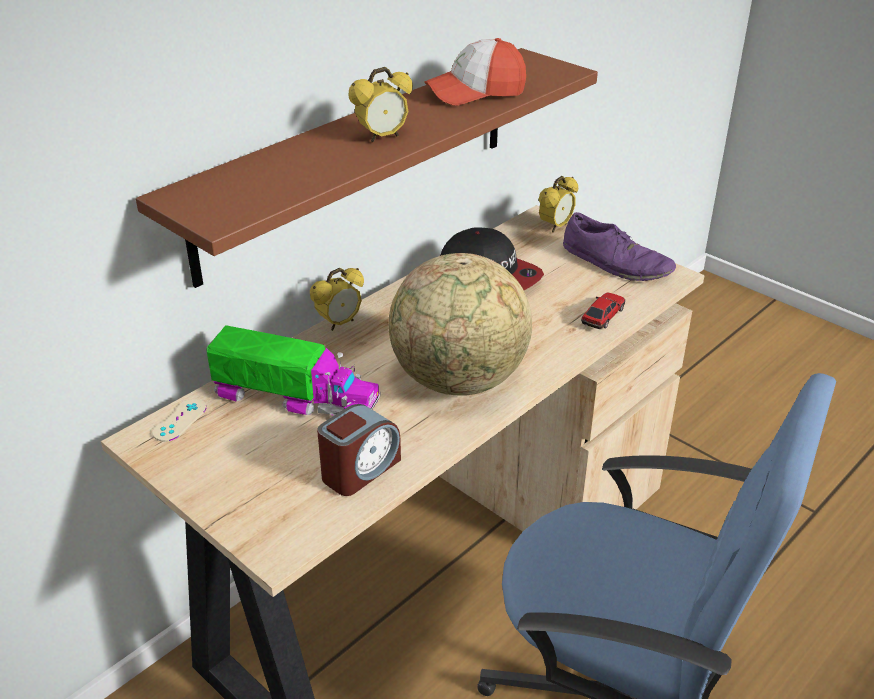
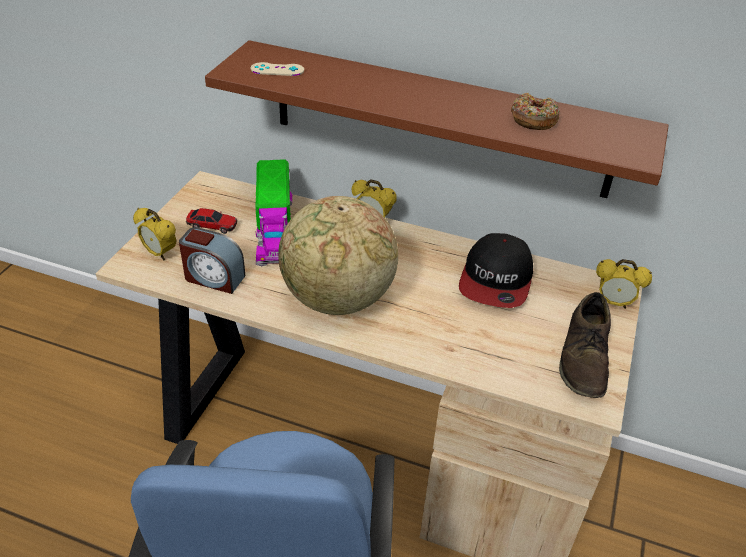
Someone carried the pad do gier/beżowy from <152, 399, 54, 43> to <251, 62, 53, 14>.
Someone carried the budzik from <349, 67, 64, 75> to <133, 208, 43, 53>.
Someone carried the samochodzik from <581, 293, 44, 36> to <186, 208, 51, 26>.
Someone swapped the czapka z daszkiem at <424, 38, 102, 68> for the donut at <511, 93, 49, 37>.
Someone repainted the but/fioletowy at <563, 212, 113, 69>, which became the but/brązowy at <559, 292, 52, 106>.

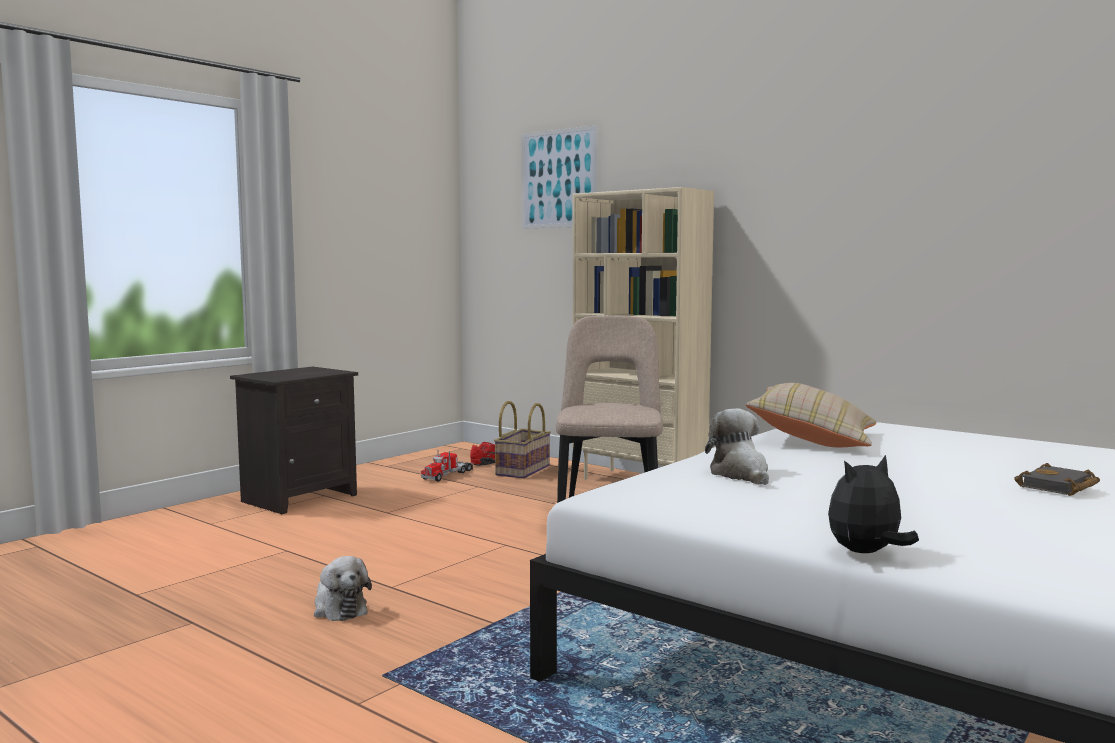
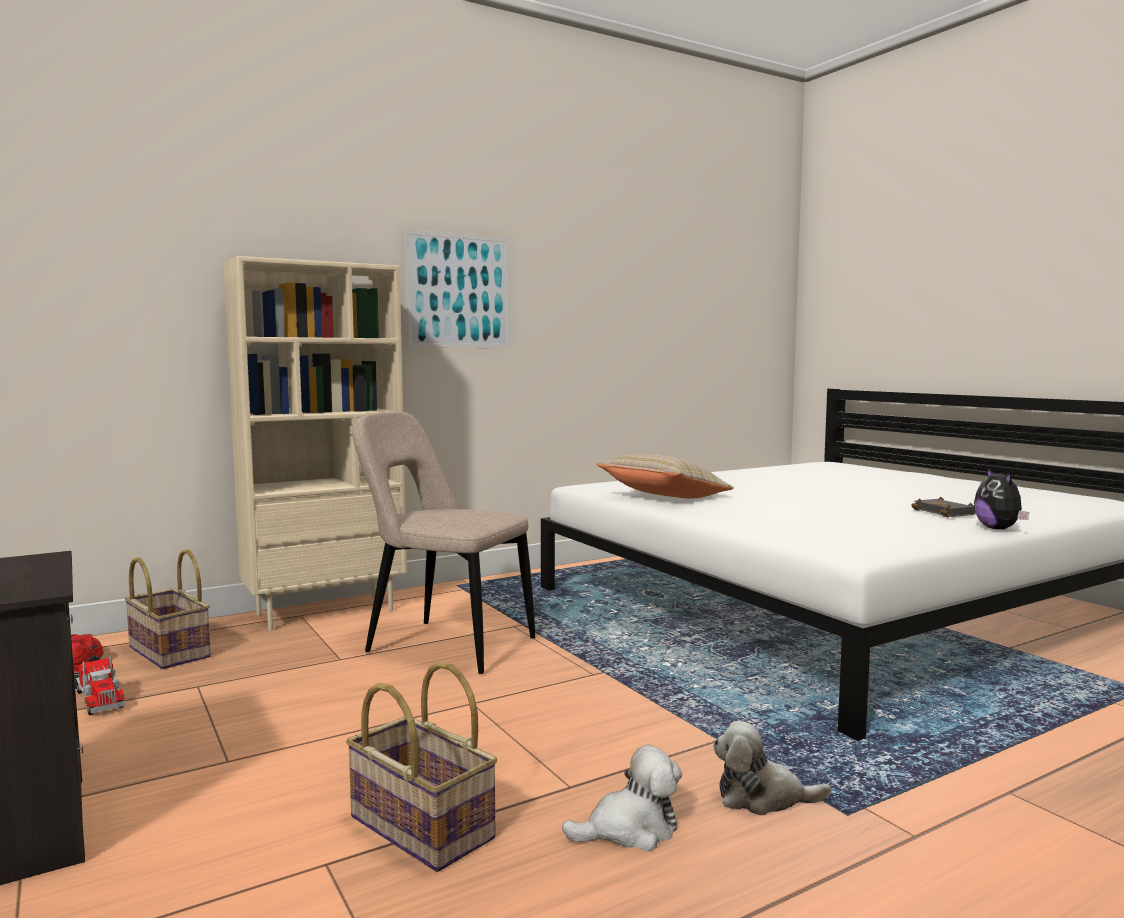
Someone put down the koszyk at <346, 662, 151, 210>.
Someone carried the obraz from <522, 125, 75, 104> to <405, 229, 105, 119>.
Someone carried the pluszak from <705, 408, 64, 77> to <713, 721, 119, 94>.
Someone carried the książka/czarny from <1014, 463, 86, 33> to <911, 497, 64, 21>.

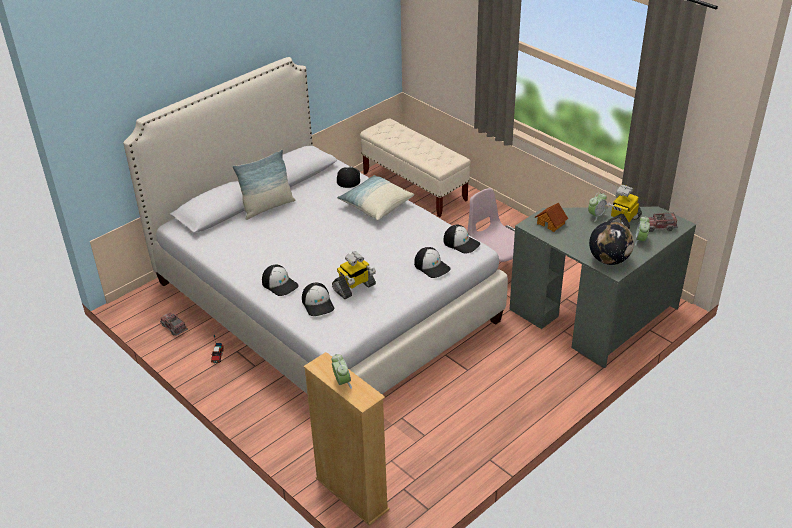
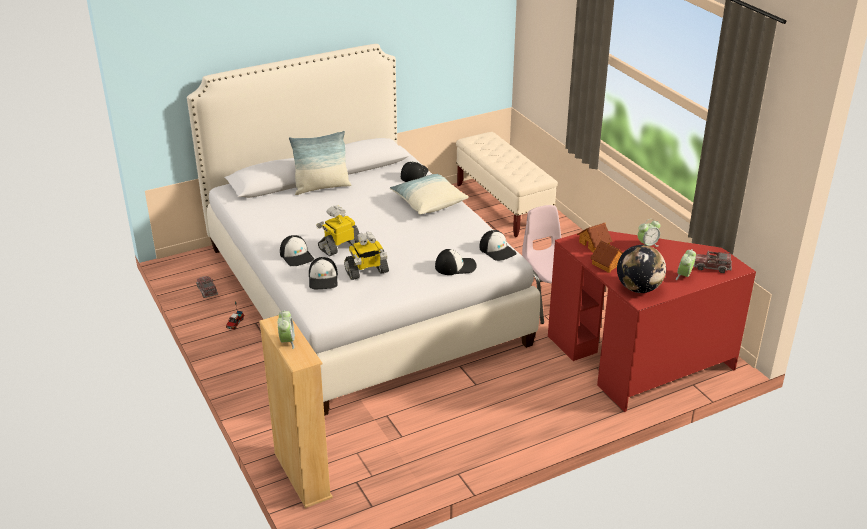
Someone put down the domek at <590, 240, 33, 33>.
Someone carried the robot zabawkowy from <605, 184, 37, 45> to <316, 205, 44, 51>.
Someone repainted the biurko/szary at <509, 207, 187, 161>, which became the biurko/czerwony at <548, 231, 208, 181>.
Someone rotated the czapka z daszkiem at <414, 247, 37, 31> by 75 degrees counterclockwise.

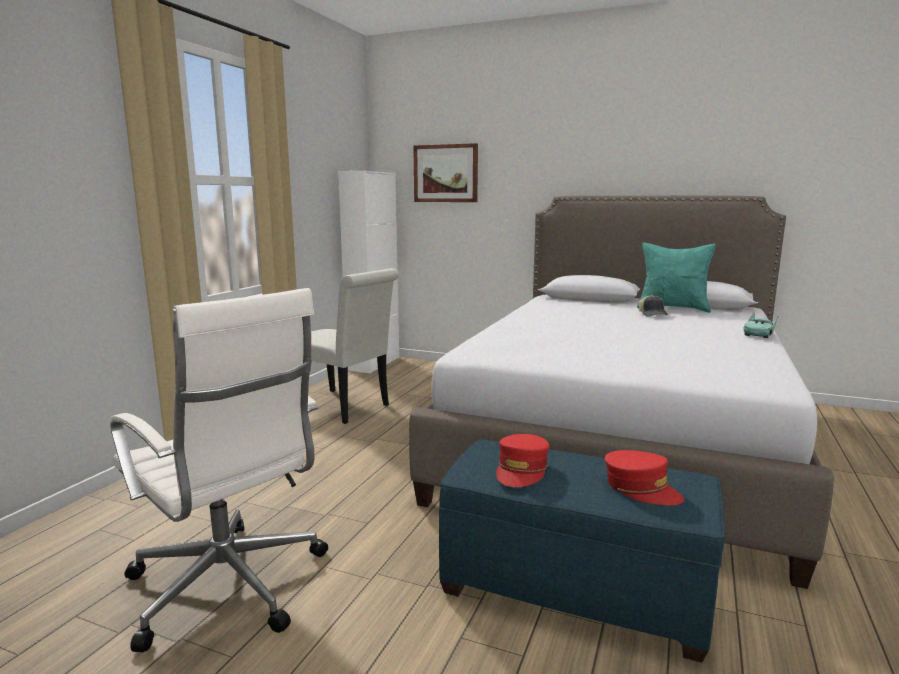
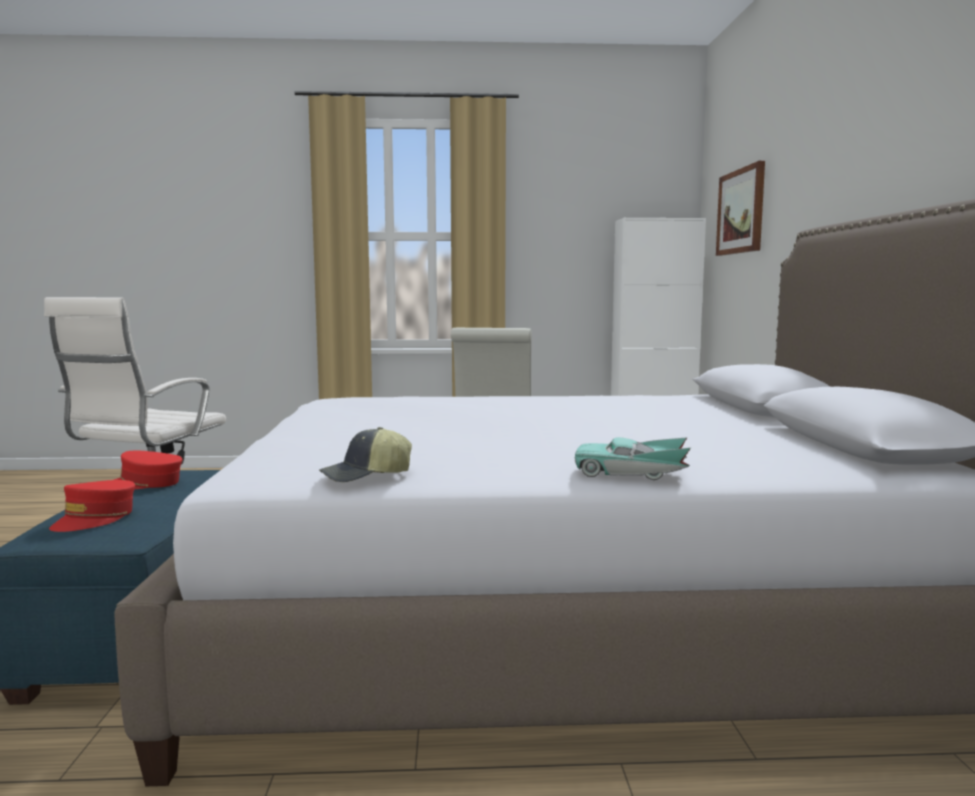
Someone took away the poduszka/turkusowy at <637, 242, 79, 71>.
Someone carried the czapka z daszkiem from <638, 295, 30, 22> to <319, 427, 93, 56>.

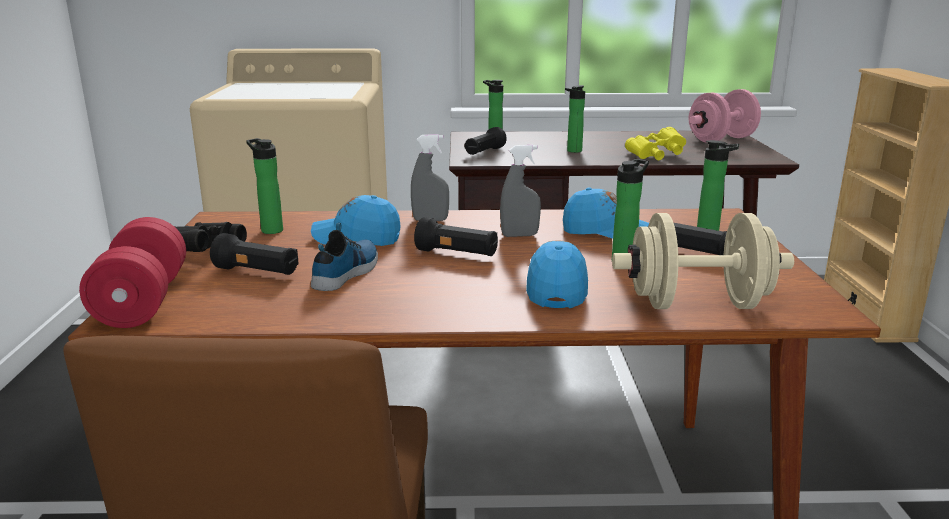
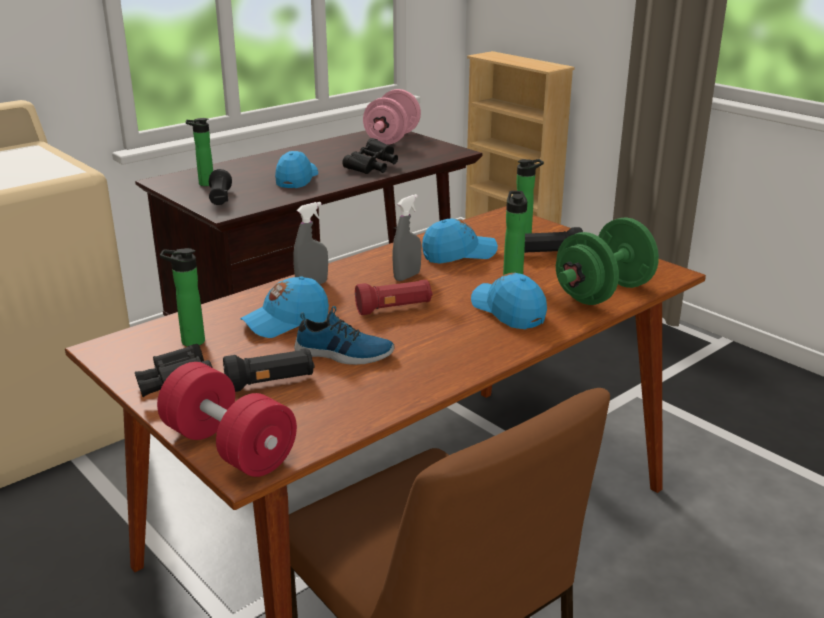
Someone swapped the butelka at <565, 85, 20, 68> for the czapka z daszkiem/niebieski at <275, 151, 43, 37>.
Someone repainted the latarka/czarny at <414, 217, 84, 39>, which became the latarka/czerwony at <355, 280, 78, 35>.
Someone repainted the hantel/beżowy at <612, 213, 182, 96>, which became the hantel/zielony at <556, 218, 103, 87>.
Someone repainted the lornetka/żółty at <625, 127, 61, 33>, which became the lornetka/czarny at <342, 138, 56, 36>.
Someone rotated the but at <311, 223, 67, 68> by 120 degrees clockwise.

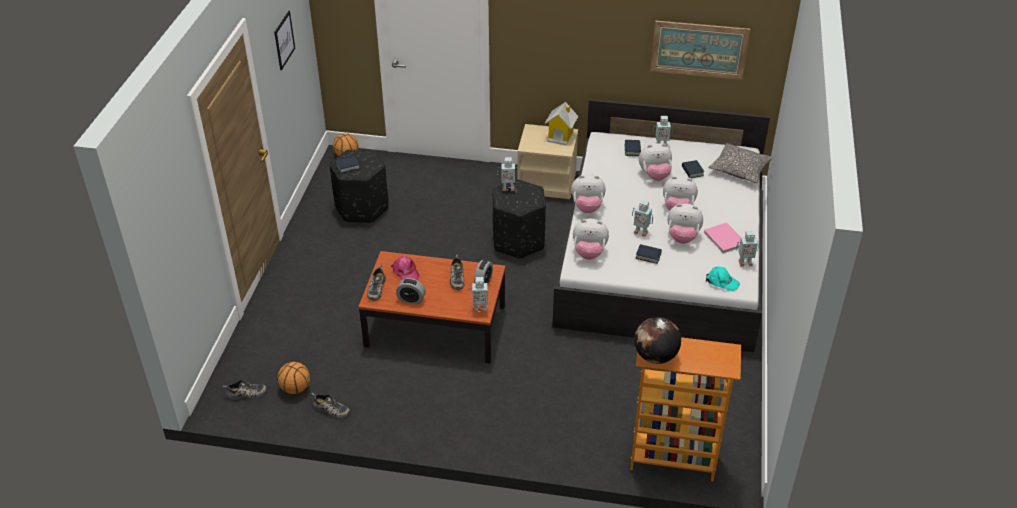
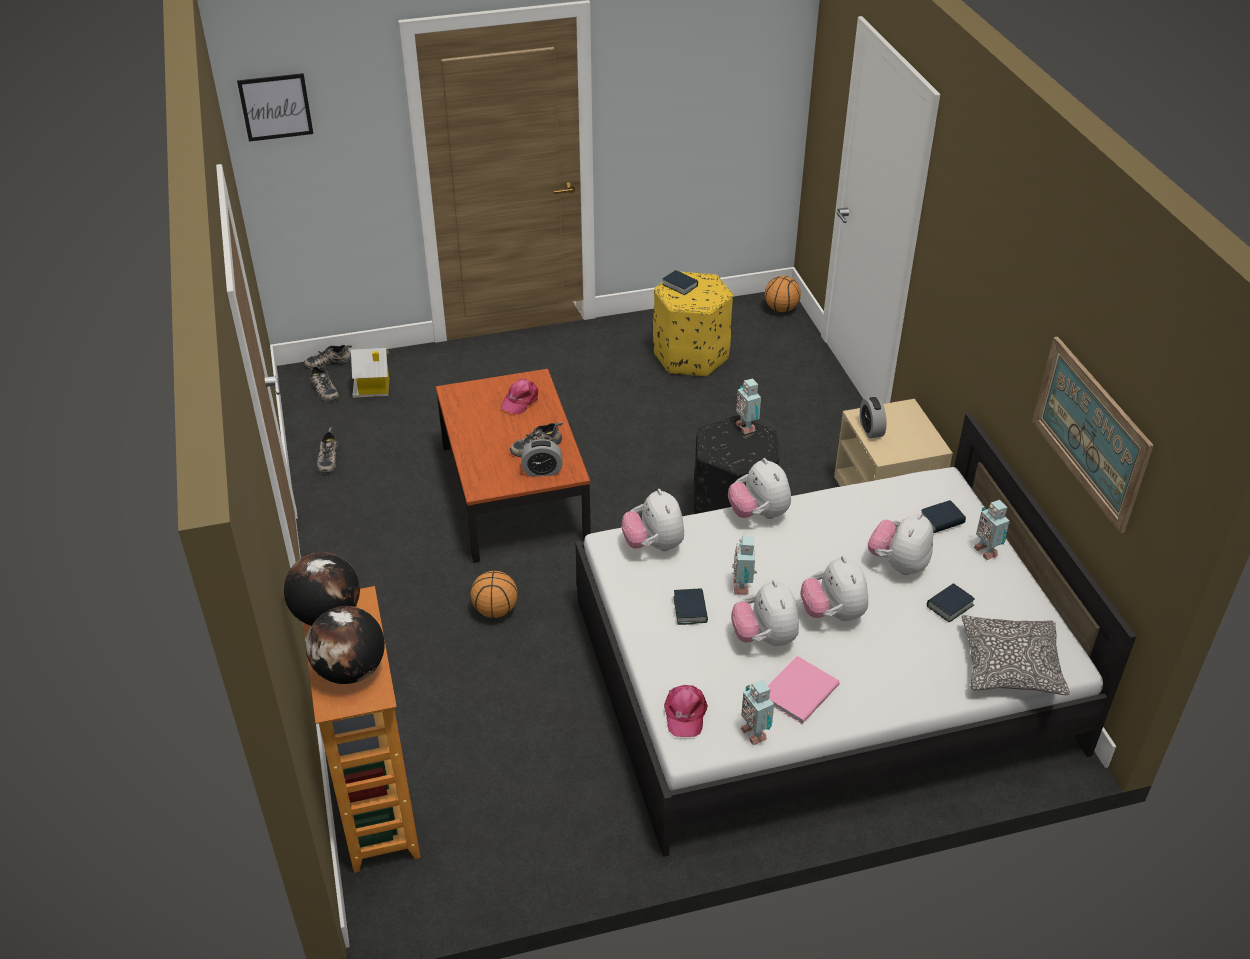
Someone took away the robot zabawkowy at <468, 277, 23, 36>.
Someone put down the globus at <306, 606, 79, 78>.
Someone carried the obraz from <274, 11, 21, 59> to <237, 73, 76, 69>.
Someone carried the piłka do koszykówki from <277, 362, 33, 32> to <471, 571, 47, 47>.
Someone carried the but from <367, 265, 19, 36> to <304, 345, 48, 24>.
Someone carried the budzik from <396, 278, 30, 26> to <860, 397, 26, 41>.
Someone carried the domek from <544, 102, 34, 44> to <351, 348, 39, 50>.
Someone repainted the pufa/czarny at <330, 150, 59, 73>, which became the pufa/żółty at <653, 272, 80, 105>.
Someone repainted the czapka z daszkiem/turkusowy at <706, 267, 34, 24>, which became the czapka z daszkiem/różowy at <664, 685, 44, 52>.
Someone rotated the pluszak at <639, 143, 33, 38> by 60 degrees clockwise.

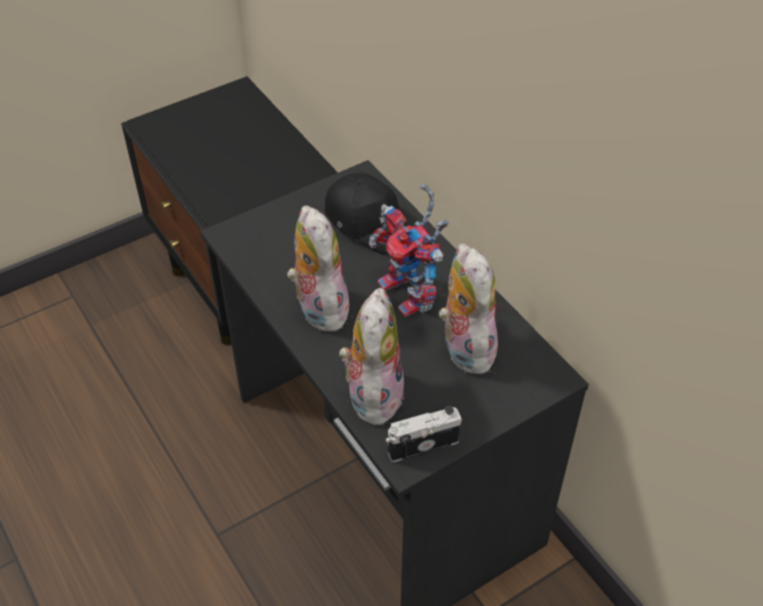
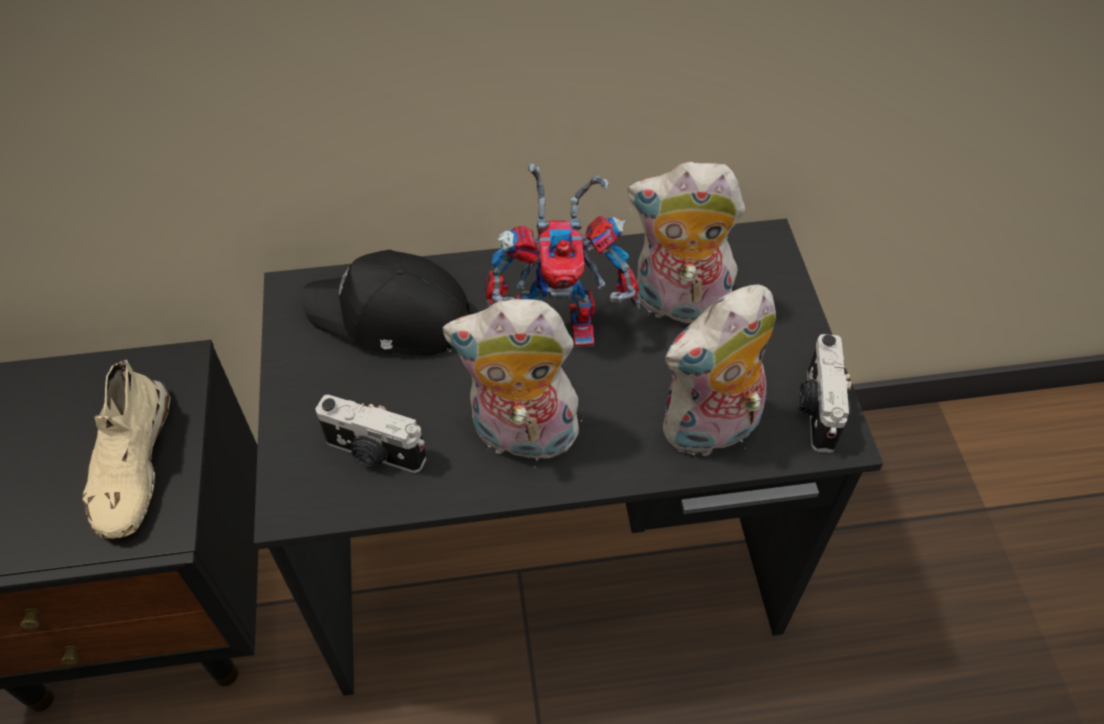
Someone put down the but/beżowy at <82, 360, 89, 179>.
Someone put down the aparat fotograficzny at <316, 394, 111, 79>.
Someone rotated the czapka z daszkiem/czarny at <325, 173, 83, 82> by 150 degrees counterclockwise.
Someone rotated the pluszak at <339, 288, 65, 138> by 60 degrees counterclockwise.

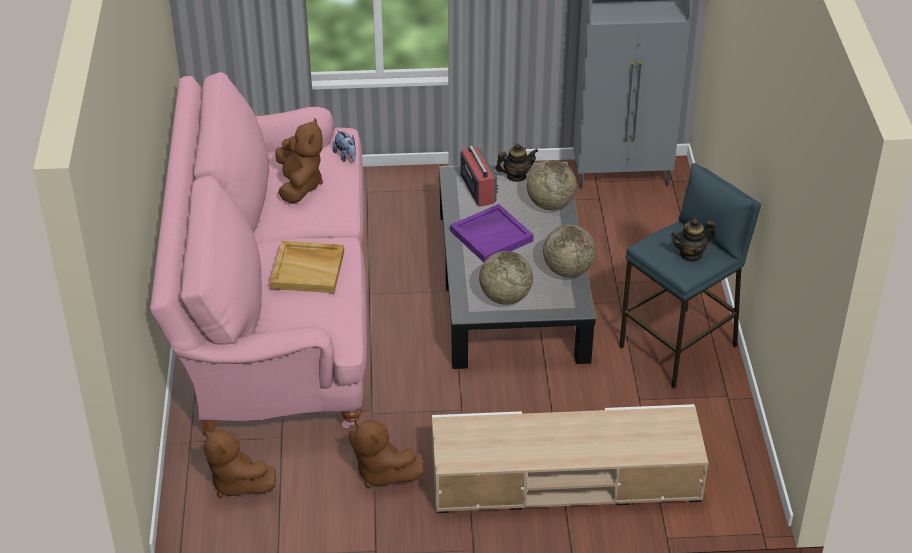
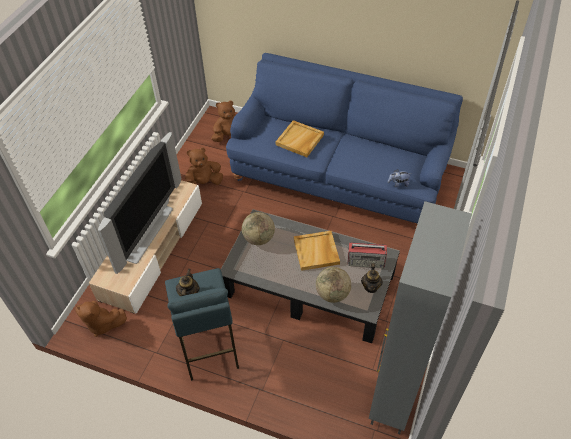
Someone took away the globus at <543, 224, 53, 53>.
Someone put down the telewizor at <98, 132, 84, 142>.
Someone carried the pluszak/brązowy from <275, 117, 48, 87> to <75, 301, 52, 36>.
Someone repainted the kanapa/różowy at <150, 72, 217, 364>, which became the kanapa/niebieski at <226, 53, 237, 174>.
Someone repainted the taca/fioletowy at <450, 204, 84, 58>, which became the taca/beżowy at <294, 231, 46, 40>.

